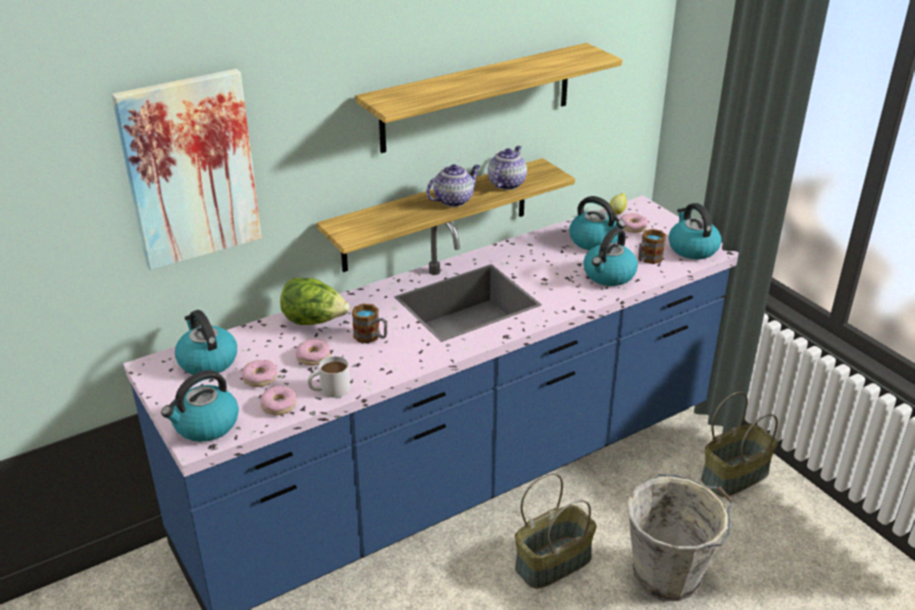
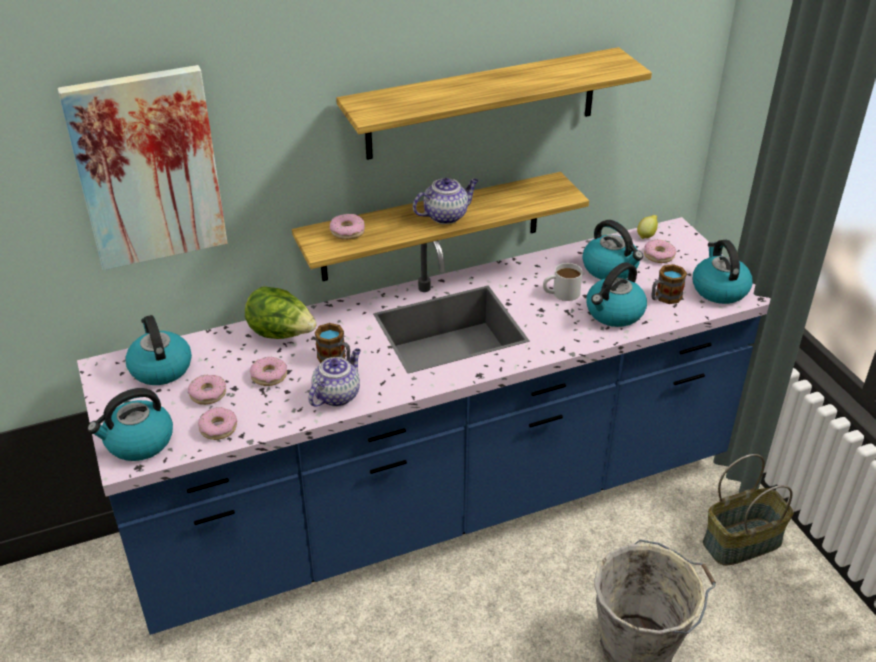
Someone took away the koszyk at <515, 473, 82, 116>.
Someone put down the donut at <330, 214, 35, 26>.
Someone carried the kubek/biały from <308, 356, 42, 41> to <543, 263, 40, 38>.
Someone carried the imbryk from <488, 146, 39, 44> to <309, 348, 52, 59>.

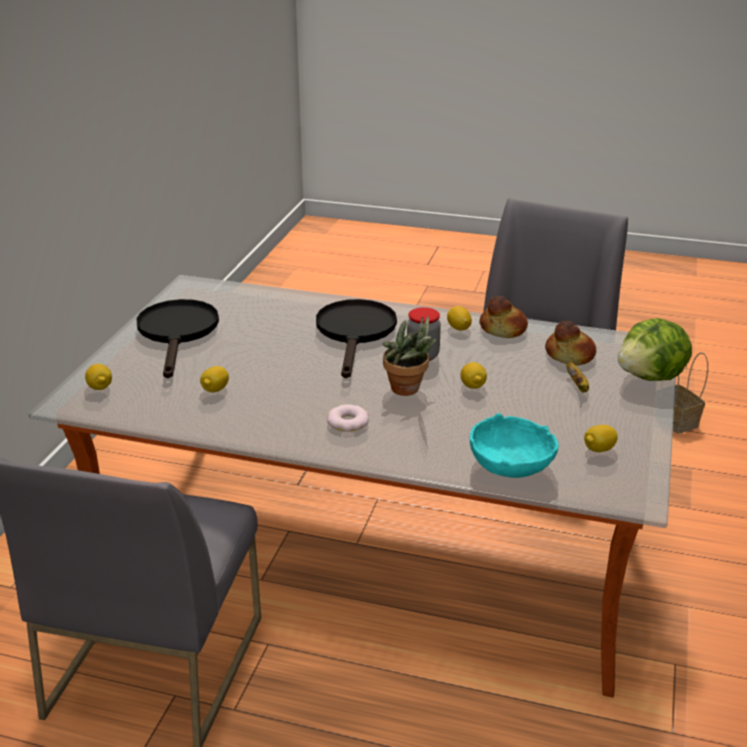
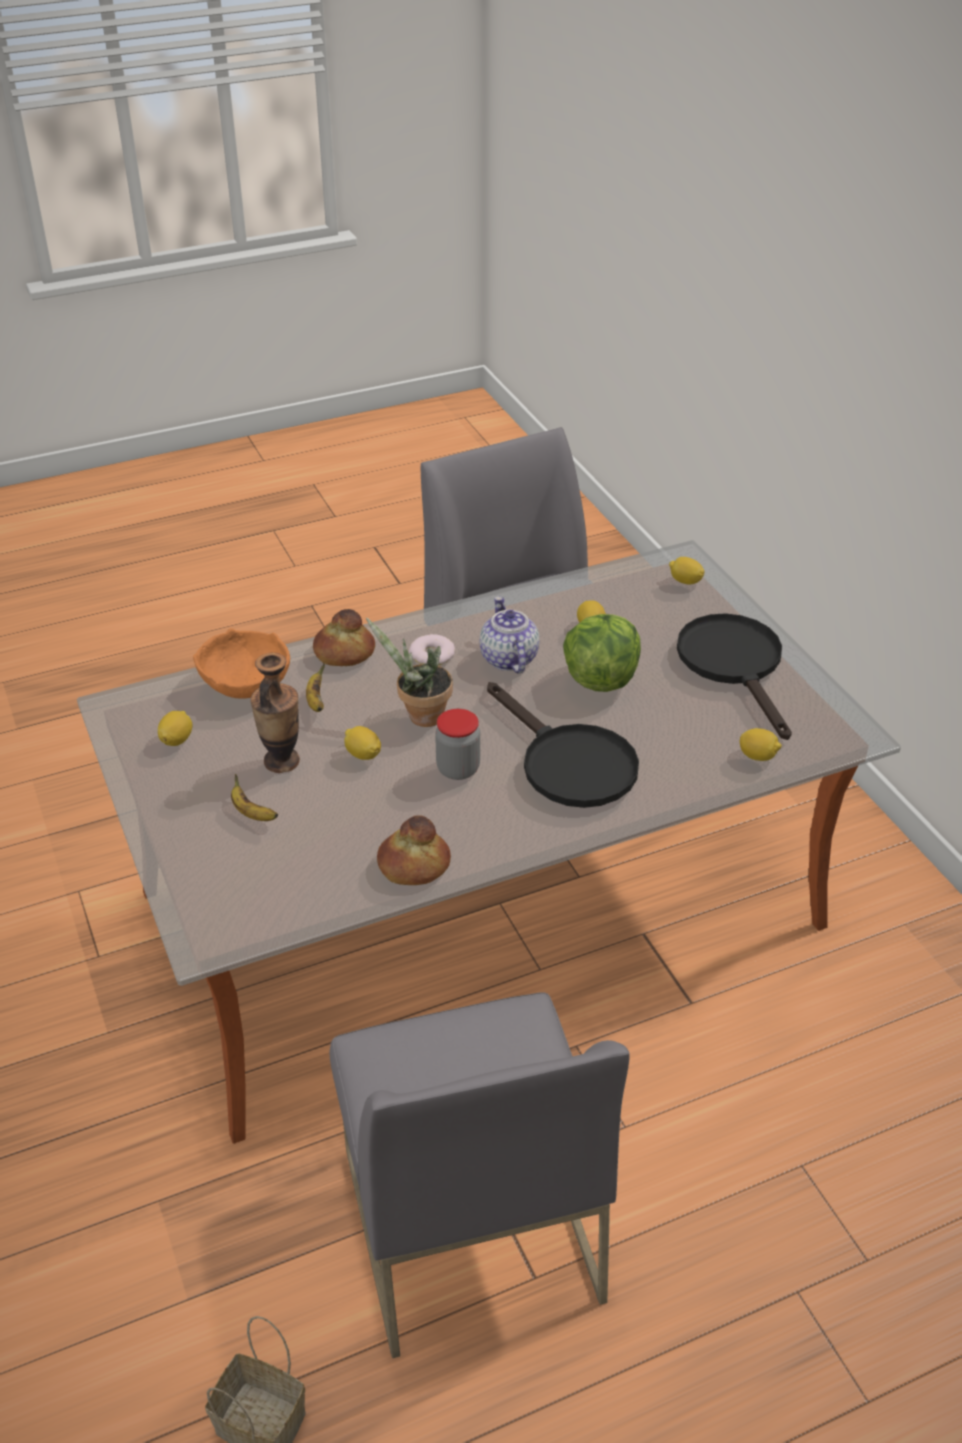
Someone put down the wazon at <250, 653, 50, 120>.
Someone put down the banan at <306, 663, 19, 49>.
Someone put down the imbryk at <479, 596, 60, 77>.
Someone carried the cytryna from <447, 306, 25, 25> to <739, 728, 43, 33>.
Someone carried the chleb from <545, 321, 51, 44> to <313, 609, 62, 57>.
Someone carried the sałata from <618, 318, 74, 63> to <563, 614, 78, 78>.
Someone repainted the miska/turkusowy at <470, 413, 89, 65>, which became the miska/pomarańczowy at <193, 628, 97, 70>.
Someone rotated the patelnia/czarny at <136, 299, 83, 79> by 150 degrees counterclockwise.

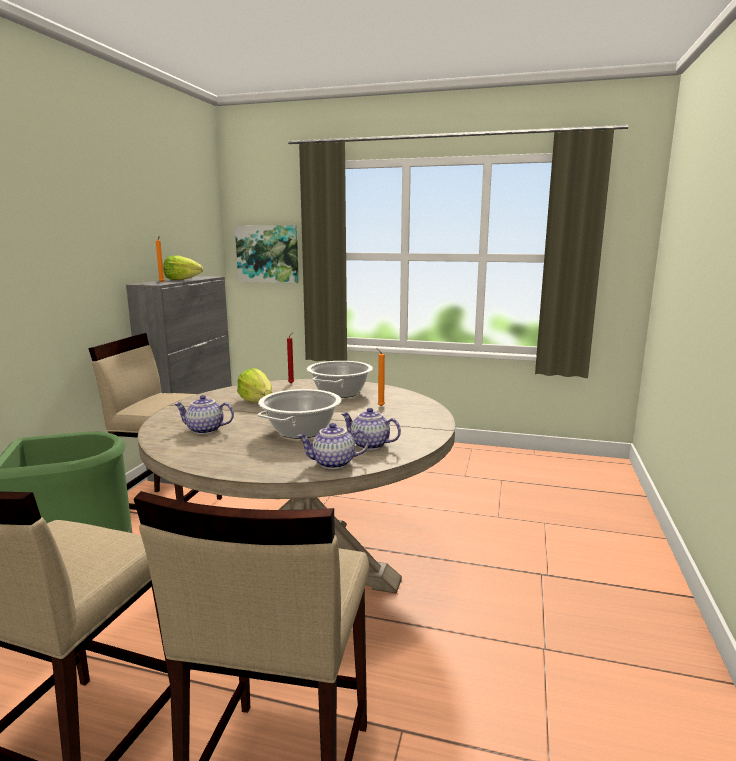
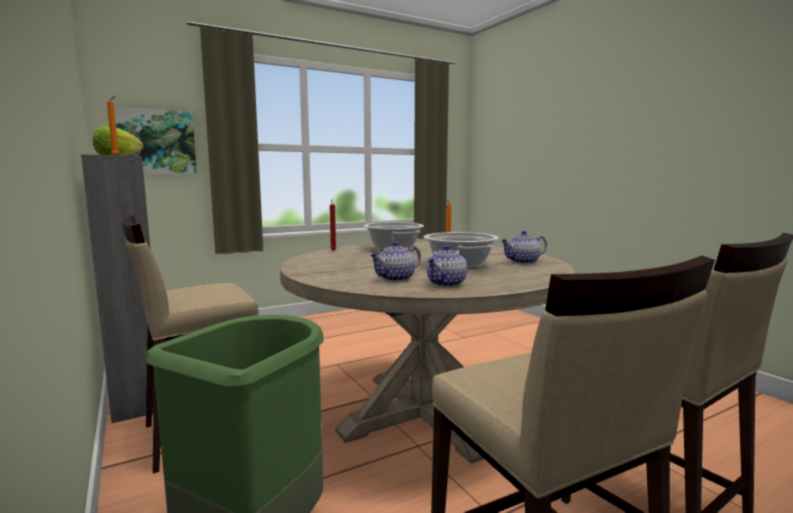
Someone took away the sałata at <237, 368, 35, 35>.
Someone carried the imbryk from <297, 423, 72, 46> to <427, 245, 40, 42>.

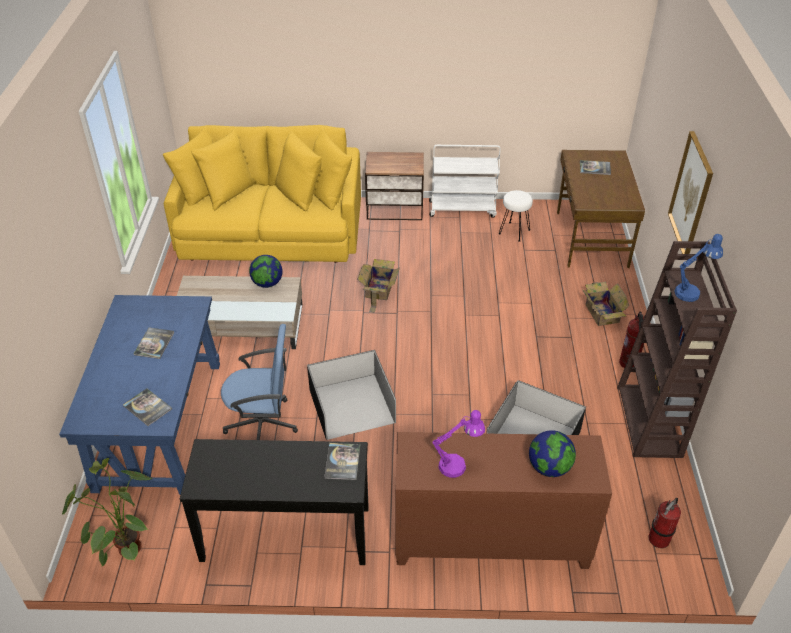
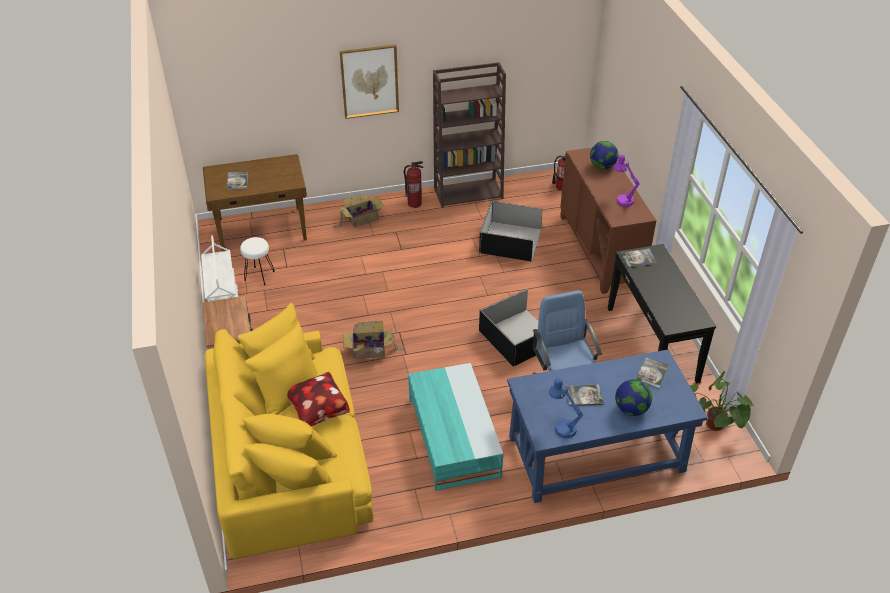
Someone put down the poduszka at <287, 372, 63, 54>.
Someone carried the globus from <249, 255, 34, 33> to <615, 379, 37, 37>.
Someone carried the lampa stołowa/niebieski from <675, 234, 48, 68> to <549, 378, 34, 60>.
Someone repainted the ława/beżowy at <177, 276, 125, 73>, which became the ława/turkusowy at <408, 363, 95, 128>.

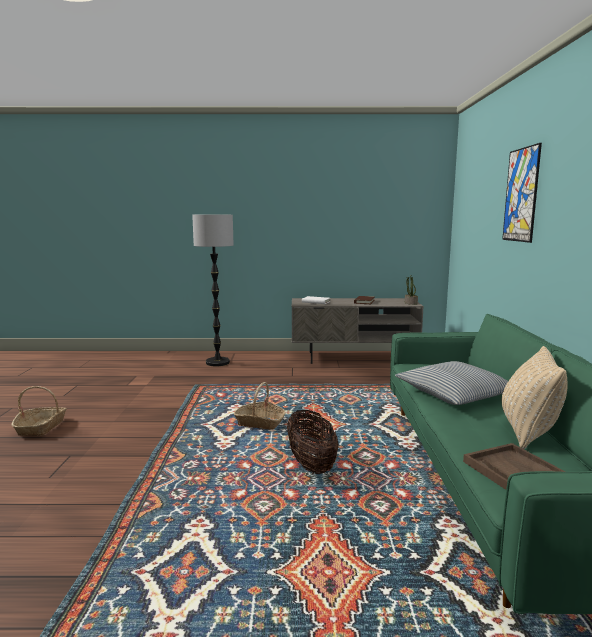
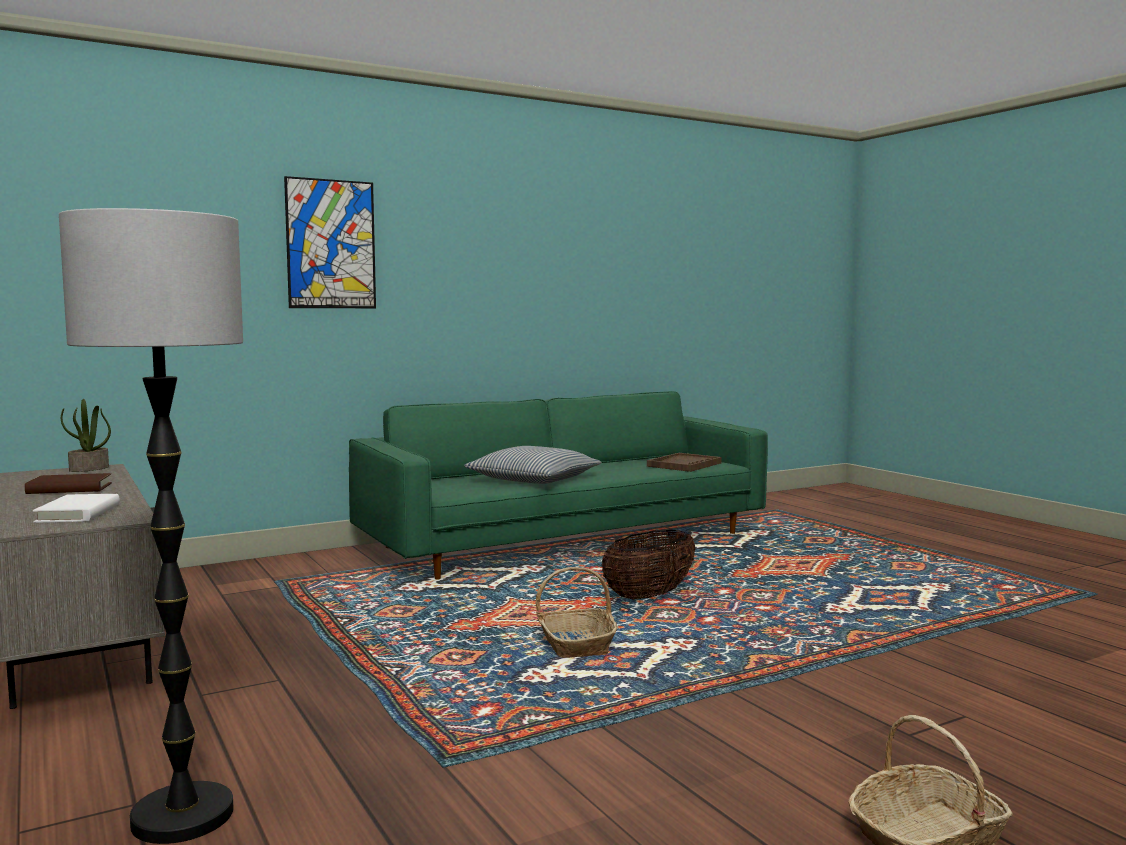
Someone took away the poduszka/beżowy at <502, 346, 66, 103>.

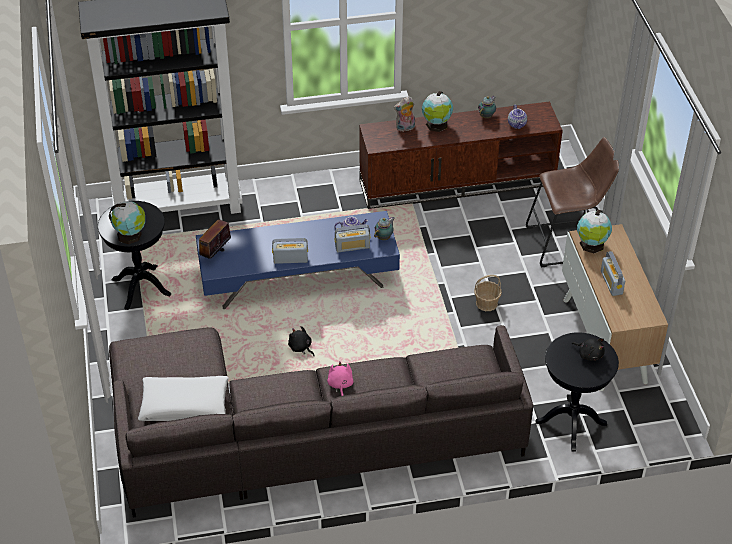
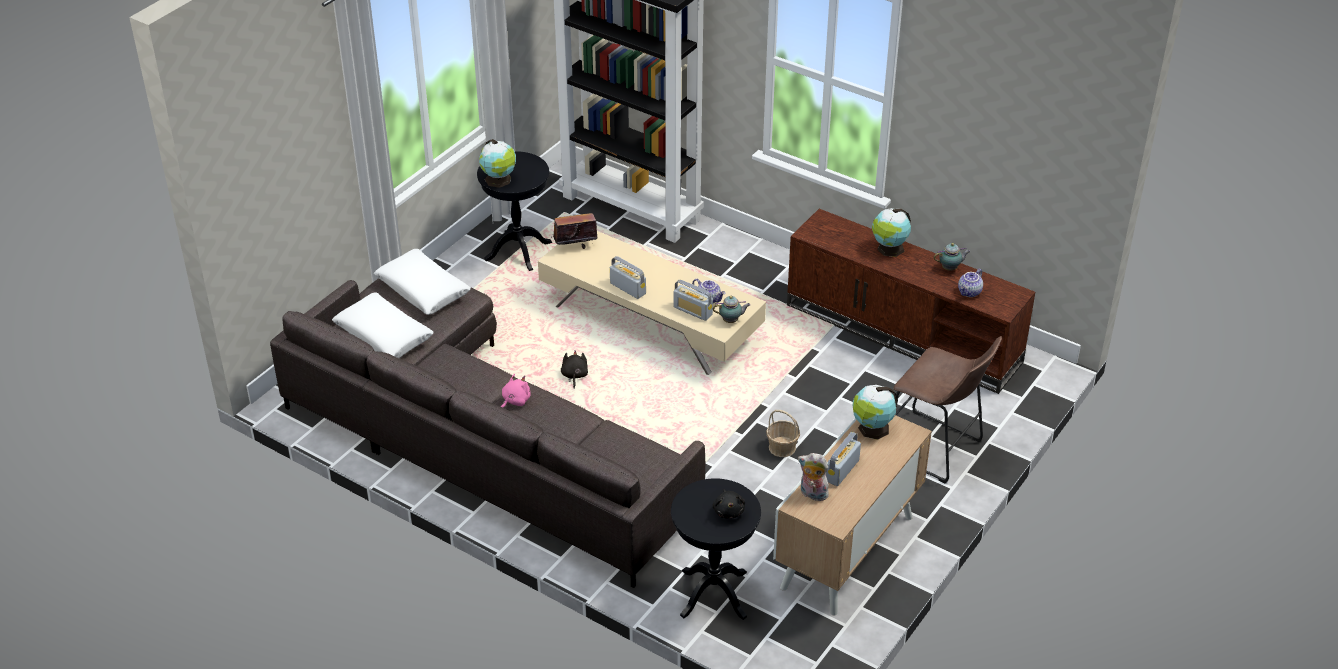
Someone put down the poduszka/biały at <374, 249, 97, 66>.
Someone carried the pluszak from <394, 96, 21, 36> to <798, 453, 33, 48>.
Someone repainted the ława/niebieski at <196, 211, 204, 98>, which became the ława/beżowy at <538, 231, 228, 144>.

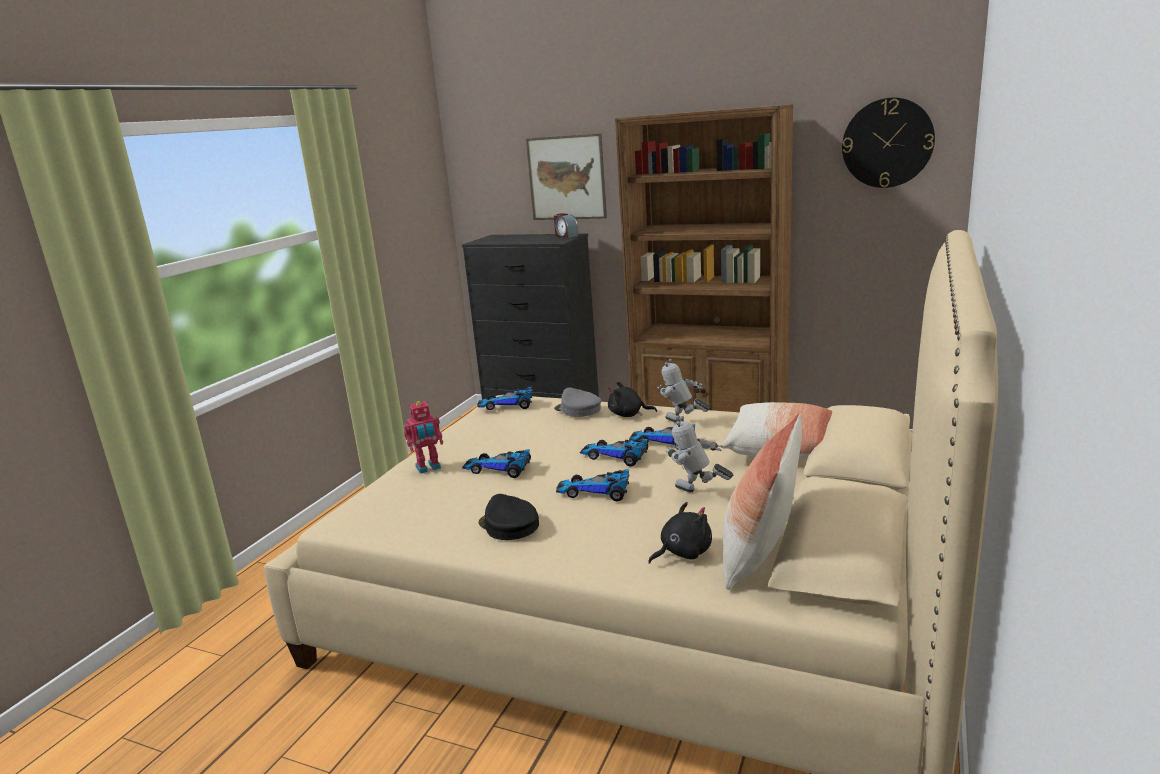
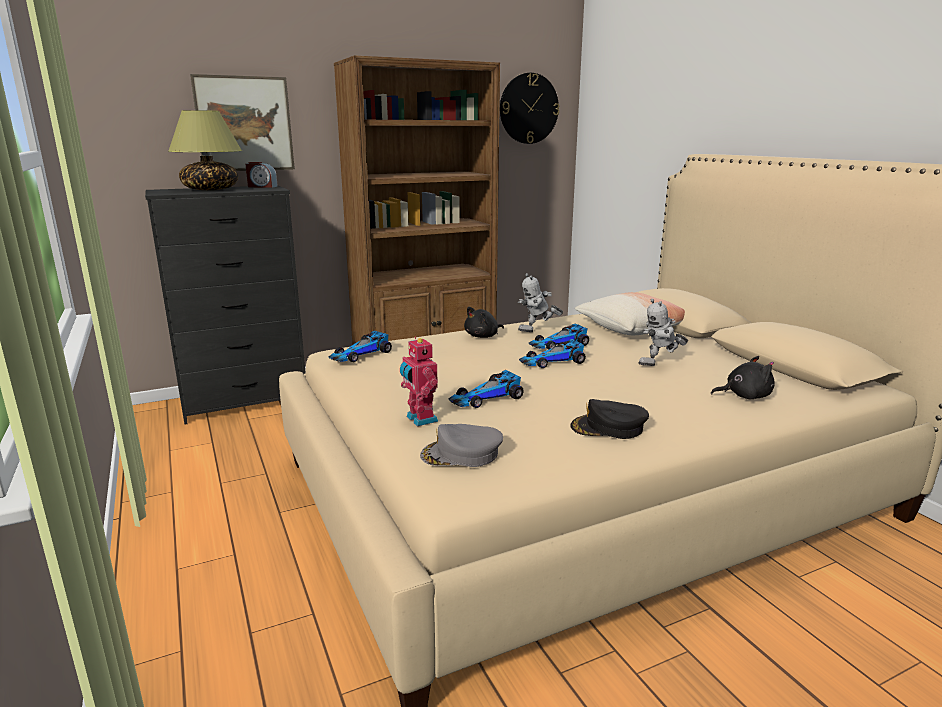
Someone took away the samochodzik at <556, 469, 74, 33>.
Someone took away the poduszka at <723, 414, 79, 176>.
Someone put down the lampa stołowa at <168, 110, 74, 80>.
Someone carried the czapka z daszkiem/szary from <554, 388, 48, 29> to <420, 424, 83, 43>.
Someone rotated the robot zabawkowy at <404, 401, 39, 73> by 135 degrees clockwise.
Someone rotated the pluszak/czarny at <648, 502, 64, 62> by 75 degrees clockwise.

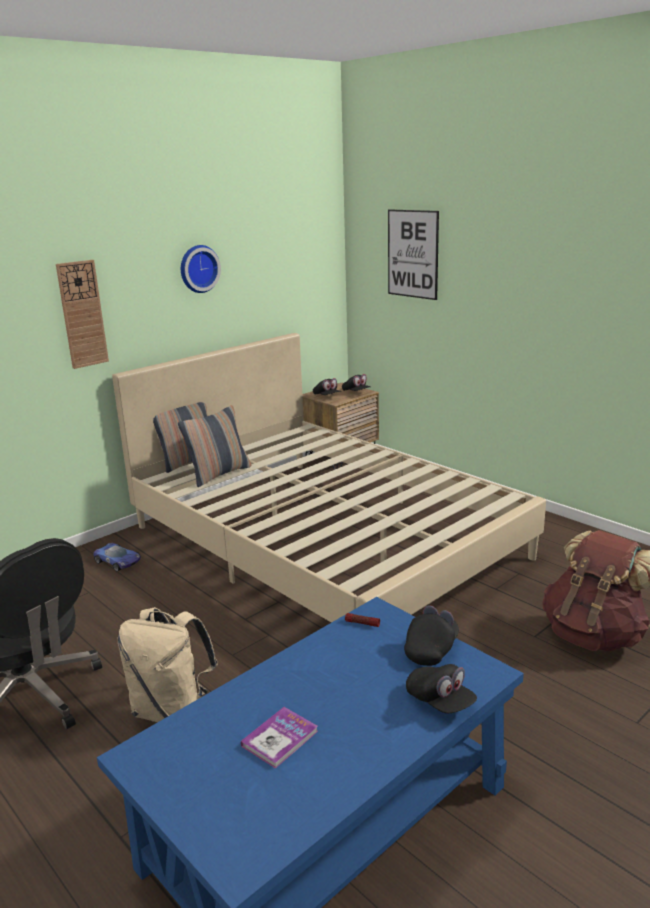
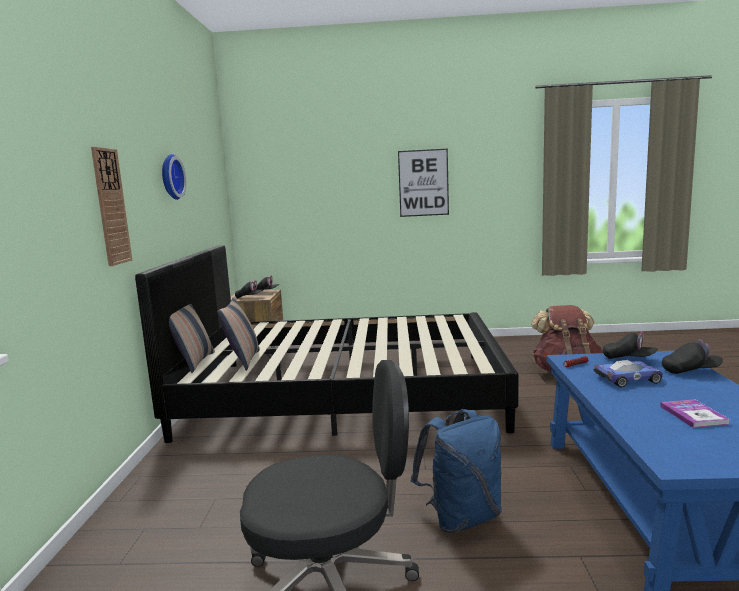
Someone carried the samochodzik from <93, 543, 48, 28> to <593, 360, 70, 27>.
Someone carried the obraz from <388, 209, 51, 91> to <398, 149, 51, 68>.
Someone repainted the łóżko/beżowy at <112, 333, 434, 290>, which became the łóżko/czarny at <135, 245, 384, 198>.
Someone repainted the plecak/beżowy at <118, 607, 100, 115>, which became the plecak/niebieski at <411, 409, 91, 124>.
Someone rotated the czapka z daszkiem/czarny at <404, 605, 55, 61> by 135 degrees clockwise.

